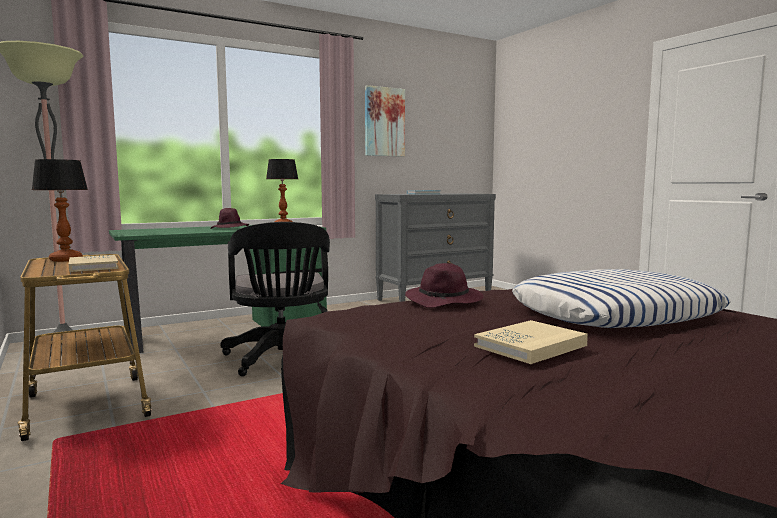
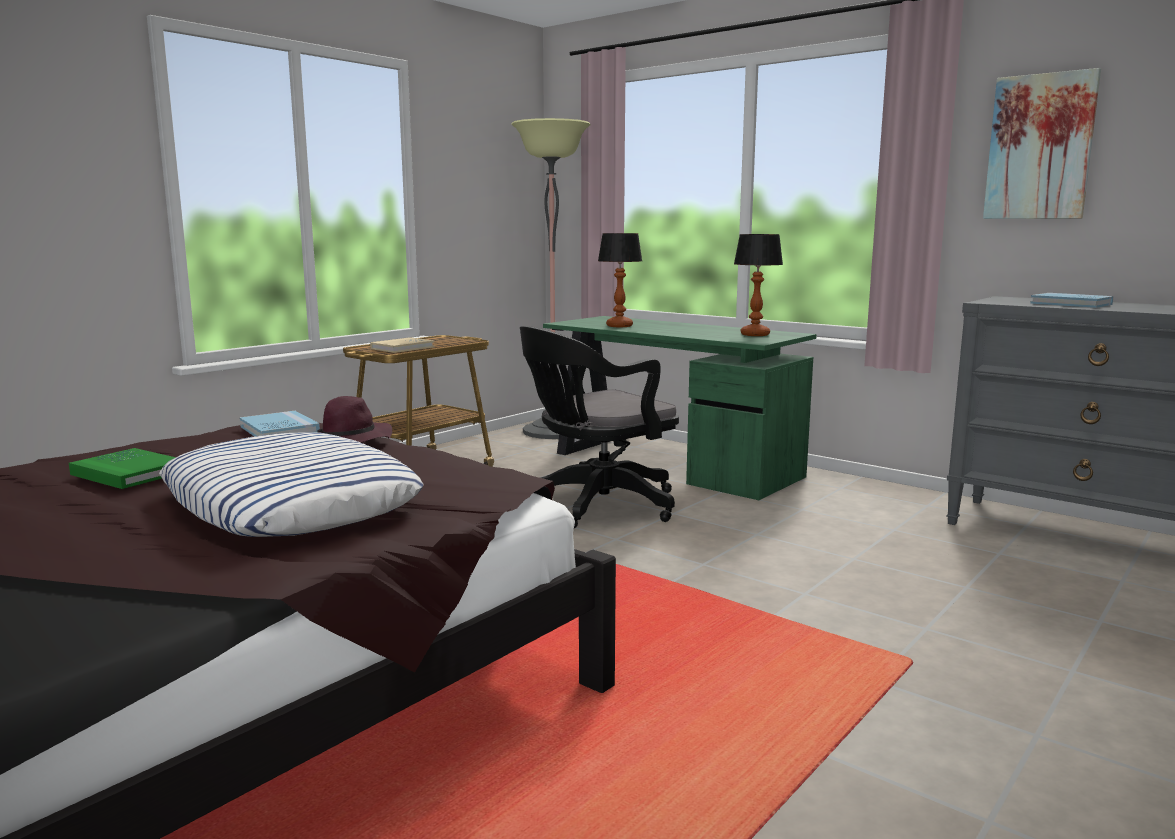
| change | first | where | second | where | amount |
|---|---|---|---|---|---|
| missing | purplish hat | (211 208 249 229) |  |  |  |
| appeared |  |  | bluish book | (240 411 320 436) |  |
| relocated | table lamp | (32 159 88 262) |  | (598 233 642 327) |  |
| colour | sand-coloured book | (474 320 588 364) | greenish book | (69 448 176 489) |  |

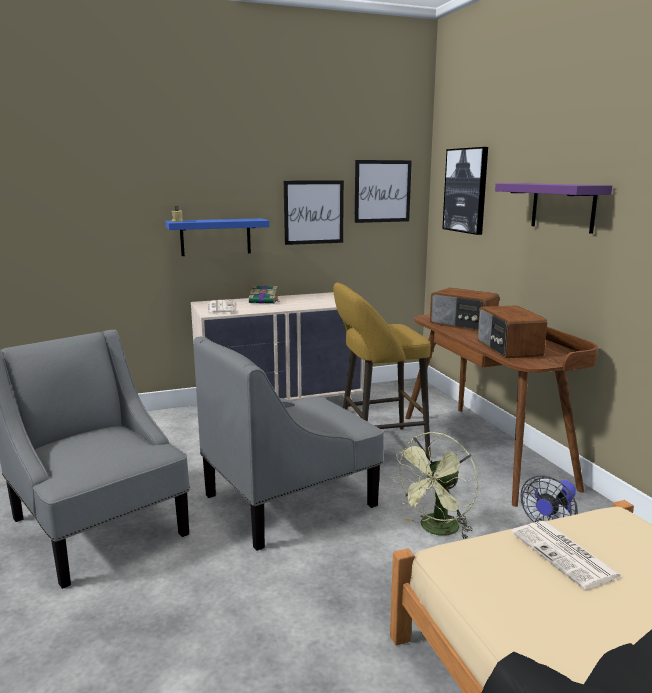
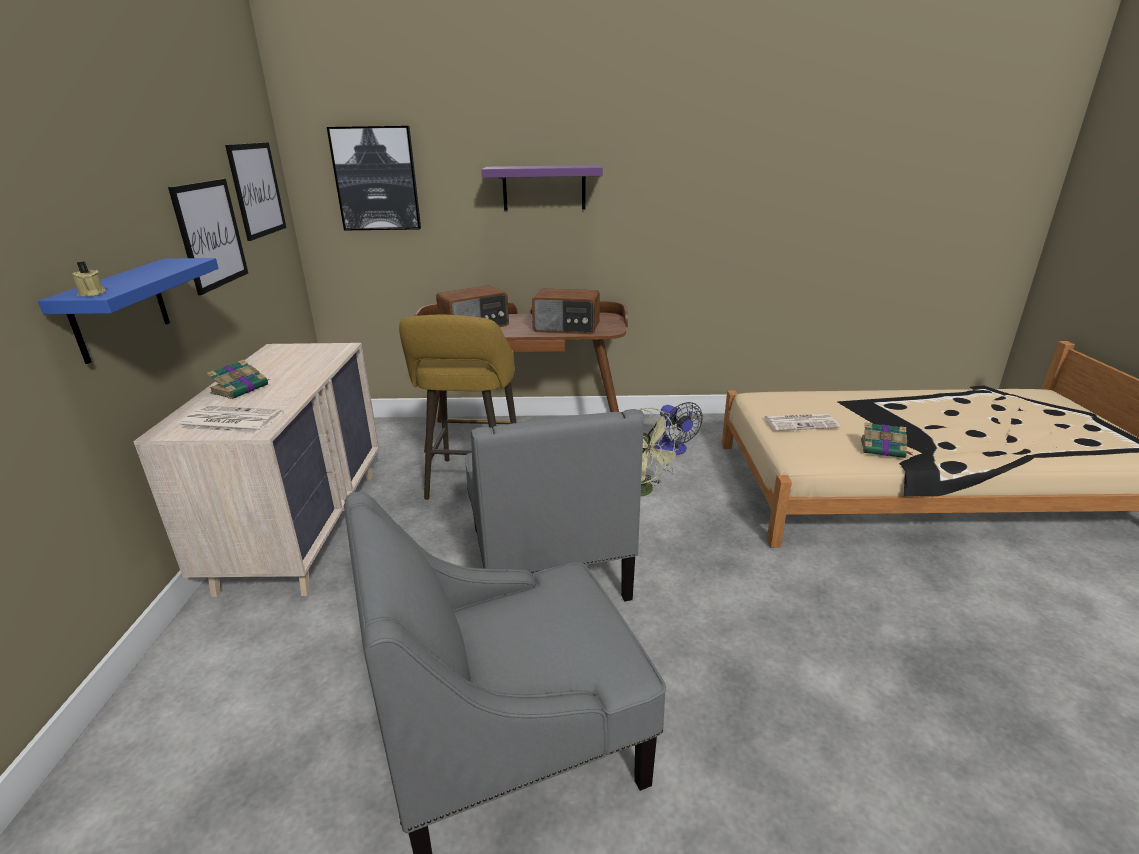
| change | first | where | second | where | amount |
|---|---|---|---|---|---|
| appeared |  |  | book | (861 423 913 458) |  |

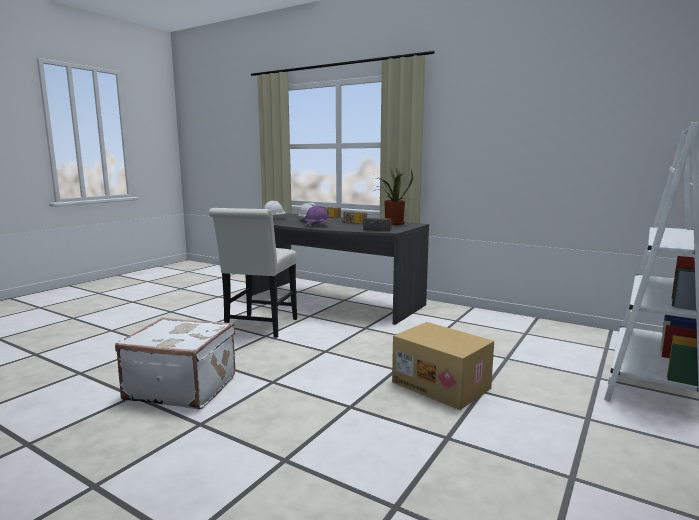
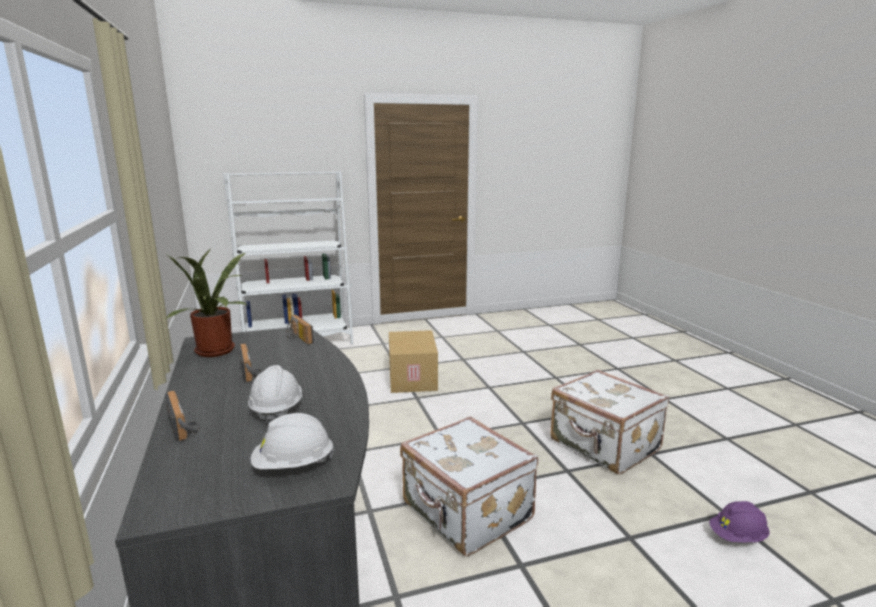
| change | first | where | second | where | amount |
|---|---|---|---|---|---|
| relocated | purplish work helmet | (304 206 332 227) |  | (709 501 770 542) |  |
| exchanged | whitish plain chair | (209 208 297 338) | whitish travel case | (400 416 538 556) |  |

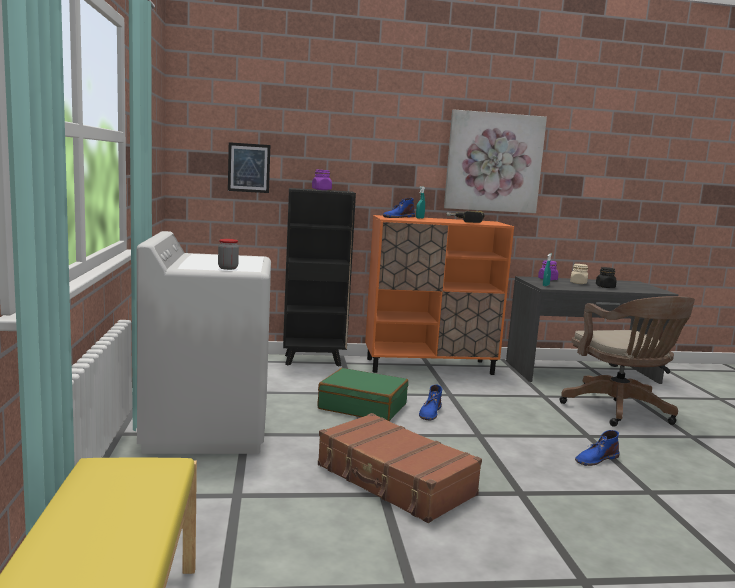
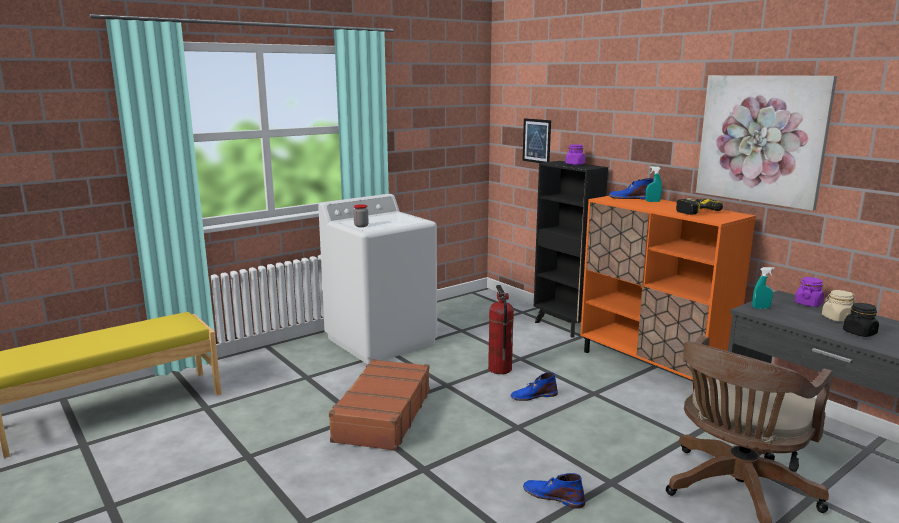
| change | first | where | second | where | amount |
|---|---|---|---|---|---|
| exchanged | greenish travel case | (318 368 409 421) | fire extinguisher | (488 285 514 374) |  |

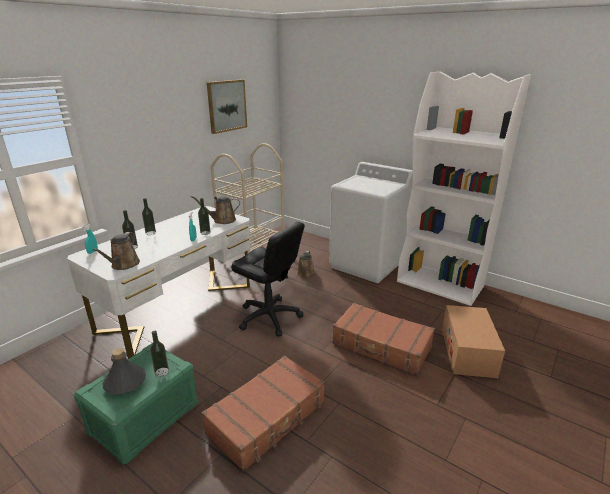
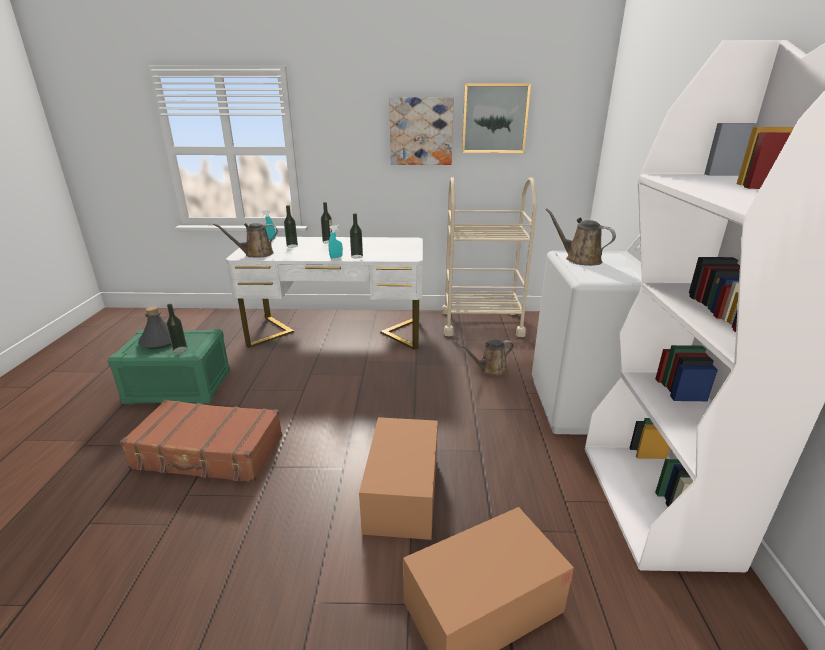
| change | first | where | second | where | amount |
|---|---|---|---|---|---|
| missing | blackish office chair | (231 222 305 337) |  |  |  |
| appeared |  |  | wall art | (389 97 454 165) |  |
| relocated | brown-coloured watering pot | (191 196 240 224) |  | (545 208 616 266) |  |
| exchanged | brown-coloured travel case | (332 303 435 375) | packing box | (359 417 438 540) |  |

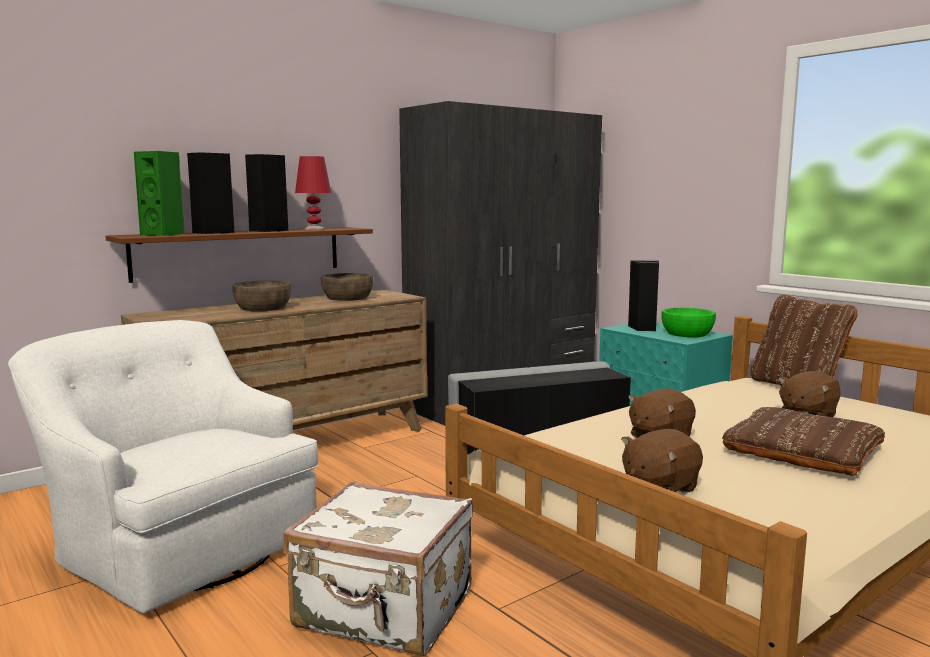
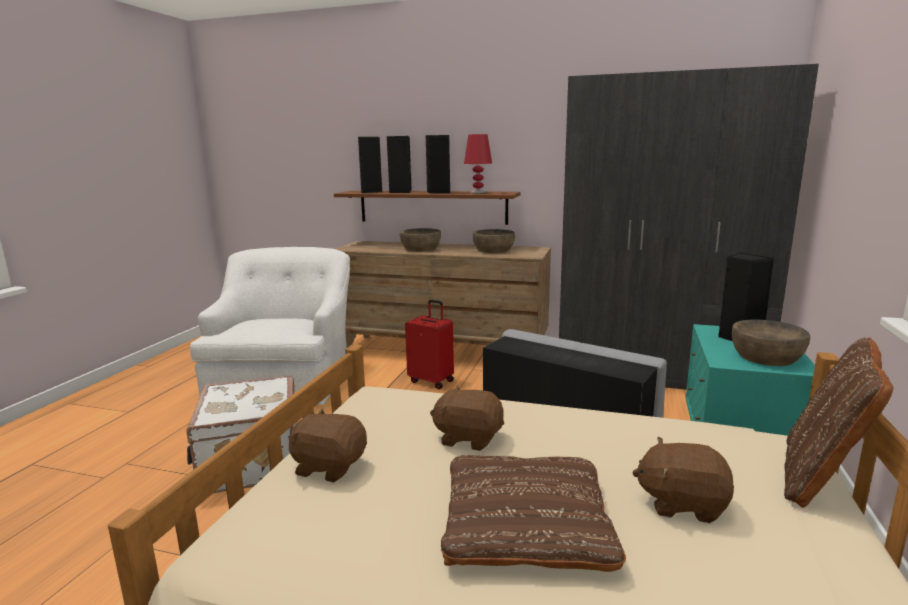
| change | first | where | second | where | amount |
|---|---|---|---|---|---|
| appeared |  |  | reddish travel case | (405 300 454 389) |  |
| colour | greenish loudspeaker | (134 151 185 236) | blackish loudspeaker | (358 137 382 193) |  |
| colour | greenish bowl | (661 308 716 337) | brown-coloured bowl | (732 319 810 366) |  |

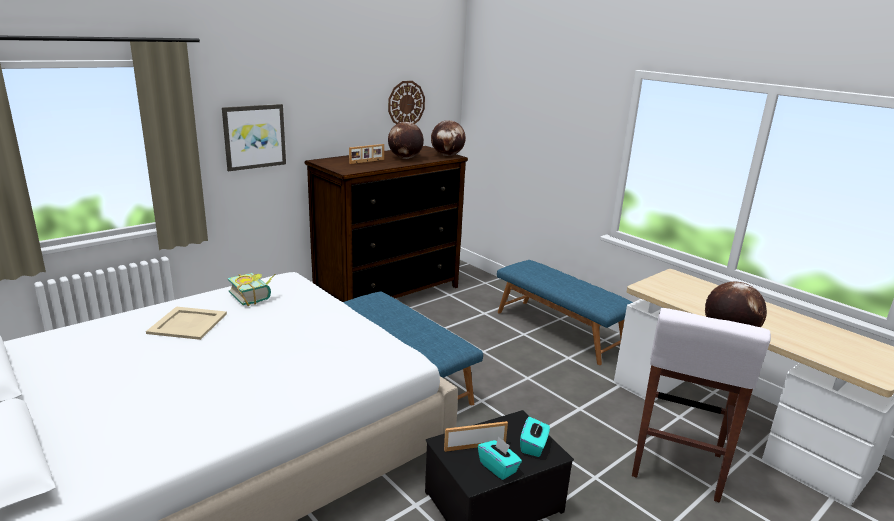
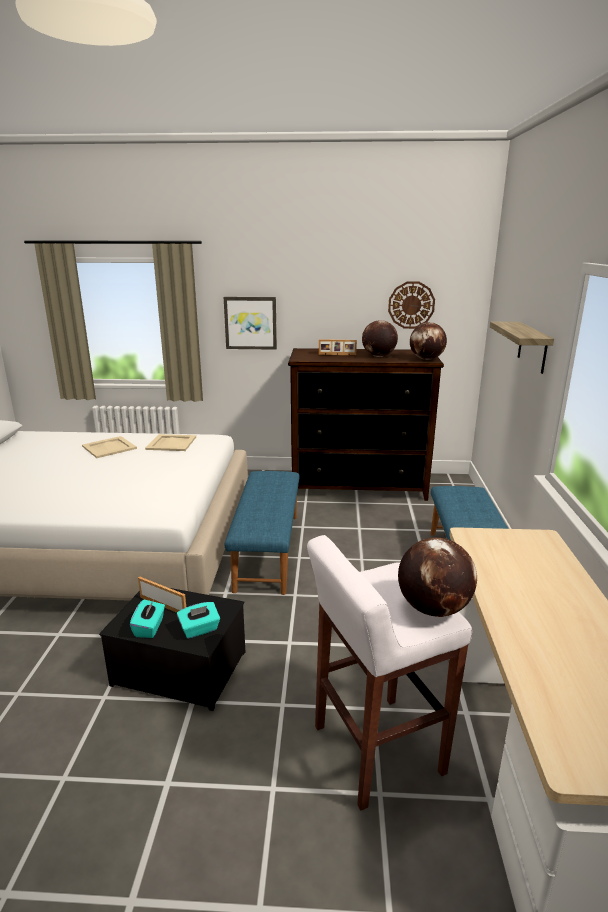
| change | first | where | second | where | amount |
|---|---|---|---|---|---|
| appeared |  |  | shelf | (490 322 554 374) |  |
| exchanged | book | (228 273 276 306) | sand-coloured serving tray | (145 434 196 451) |  |

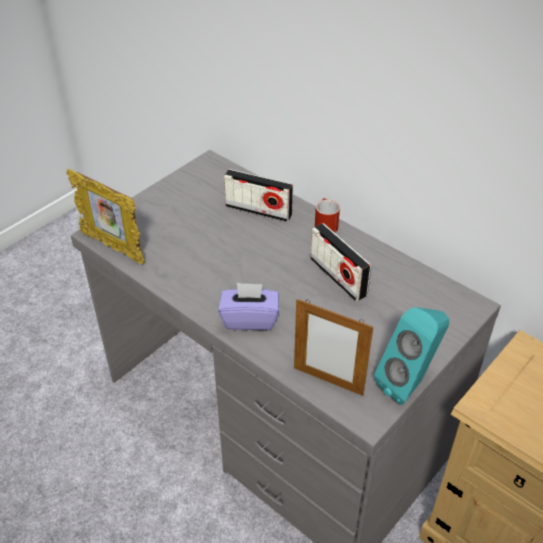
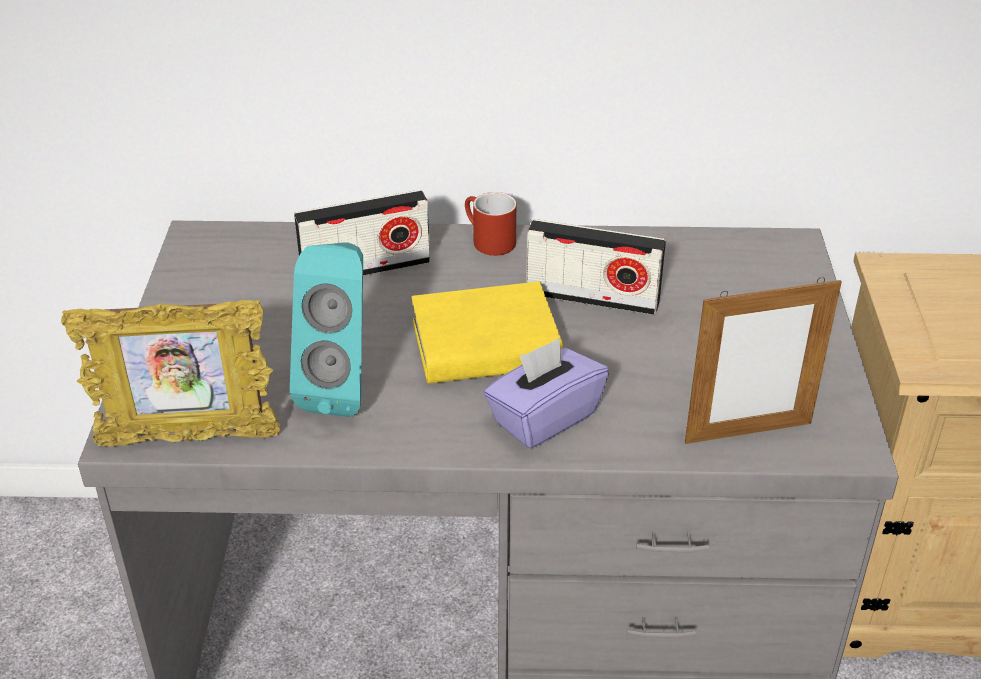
| change | first | where | second | where | amount |
|---|---|---|---|---|---|
| appeared |  |  | yellow-coloured book | (412 281 563 384) |  |
| relocated | turquoise-coloured loudspeaker | (374 307 449 405) |  | (290 242 363 417) |  |

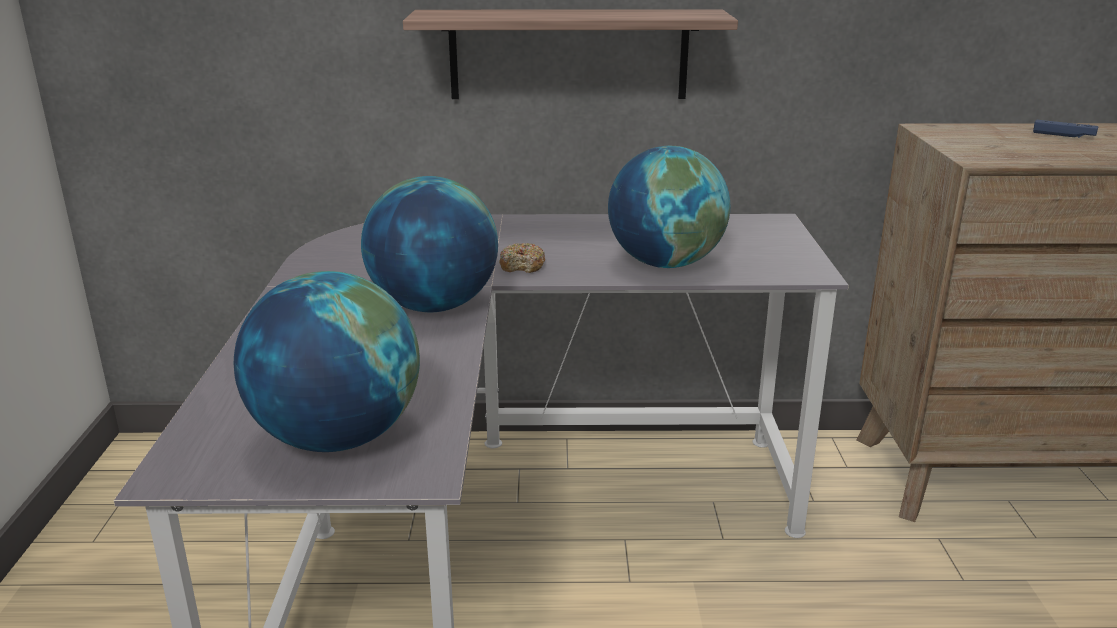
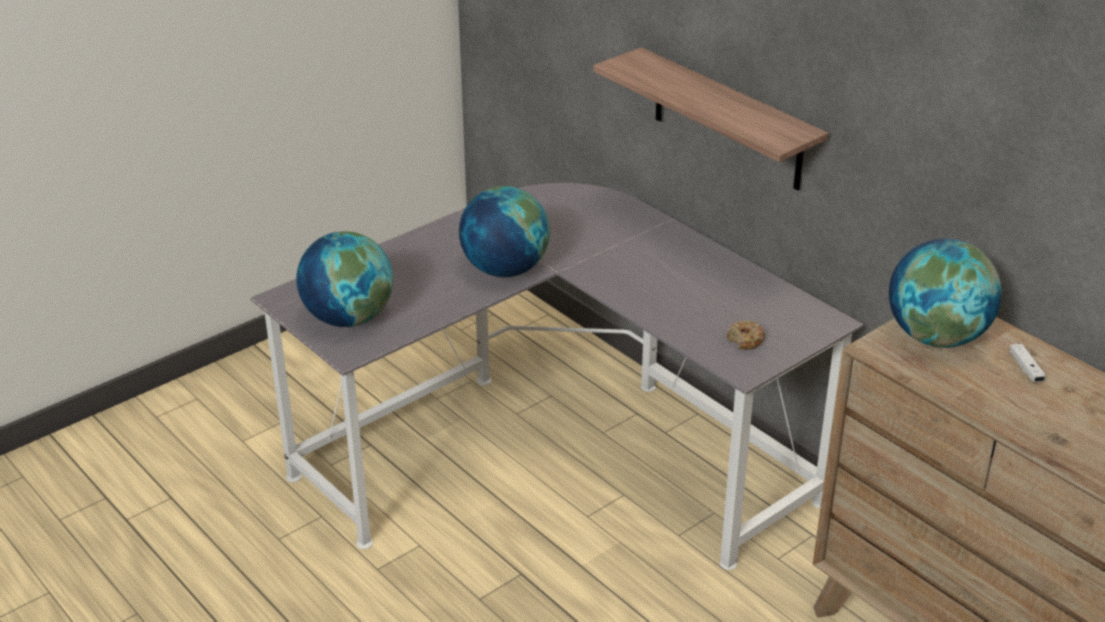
| change | first | where | second | where | amount |
|---|---|---|---|---|---|
| relocated | doughnut | (499 243 545 273) |  | (727 320 765 350) |  |
| relocated | globe | (608 146 730 268) |  | (889 239 1002 348) |  |
| colour | bluish game controller | (1033 120 1098 138) | whitish game controller | (1009 344 1046 382) |  |

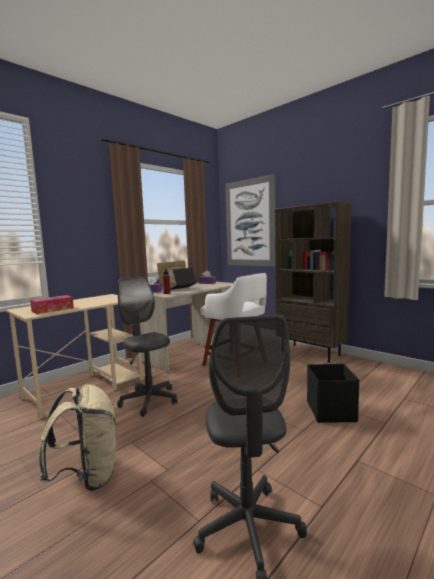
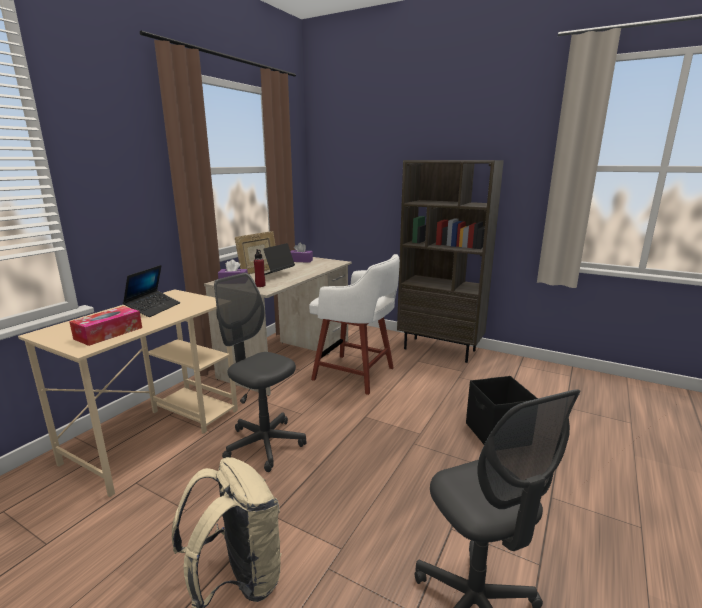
| change | first | where | second | where | amount |
|---|---|---|---|---|---|
| missing | wall art | (225 174 276 267) |  |  |  |
| appeared |  |  | laptop | (123 265 180 317) |  |

